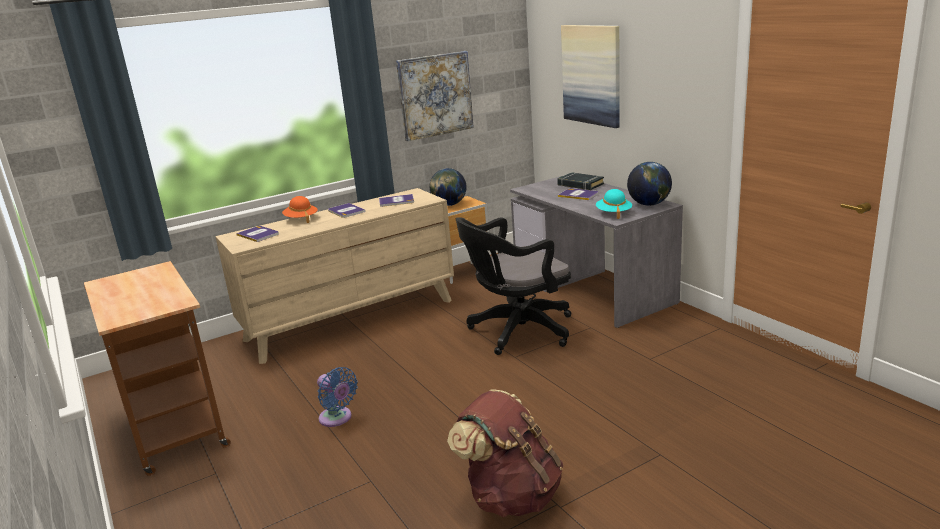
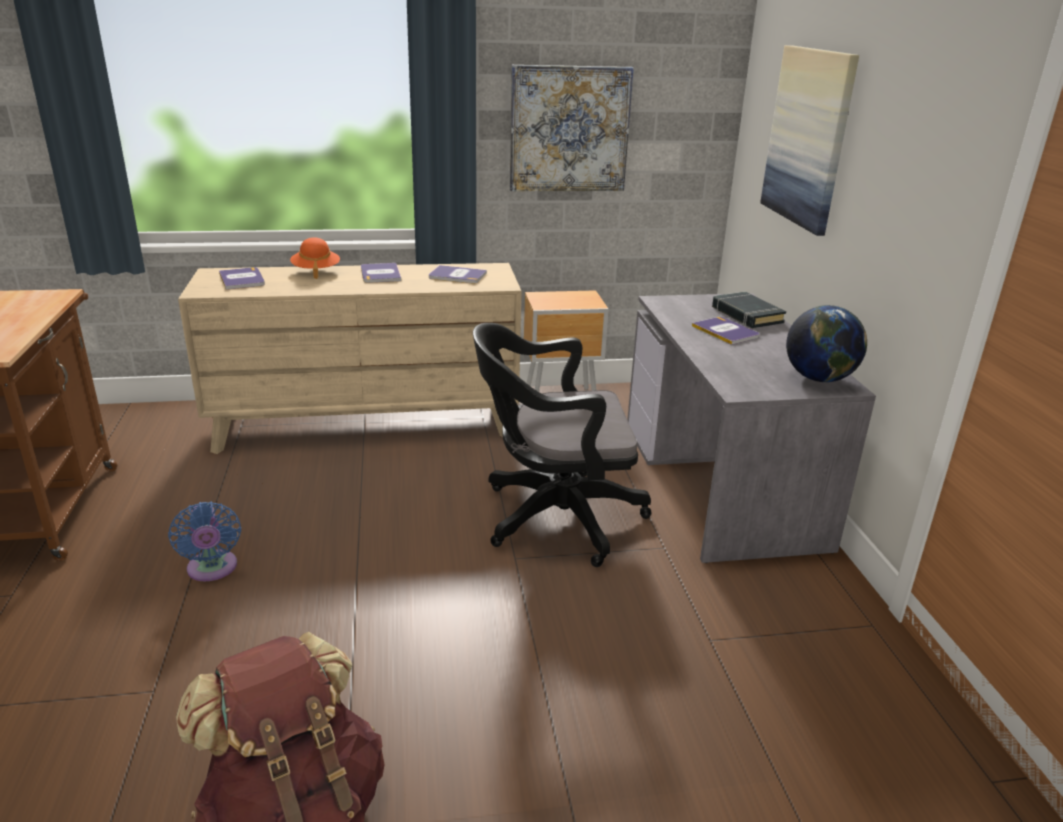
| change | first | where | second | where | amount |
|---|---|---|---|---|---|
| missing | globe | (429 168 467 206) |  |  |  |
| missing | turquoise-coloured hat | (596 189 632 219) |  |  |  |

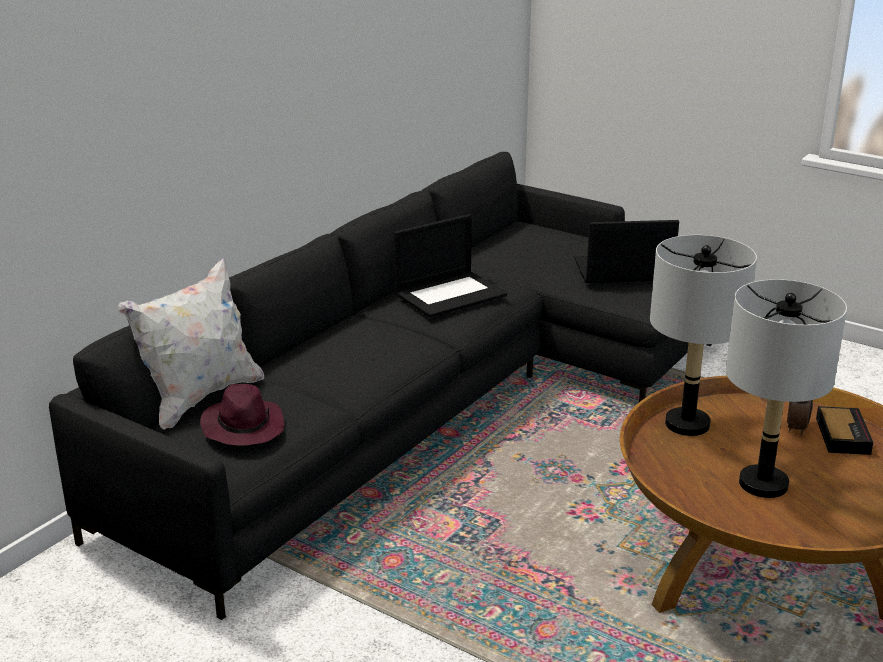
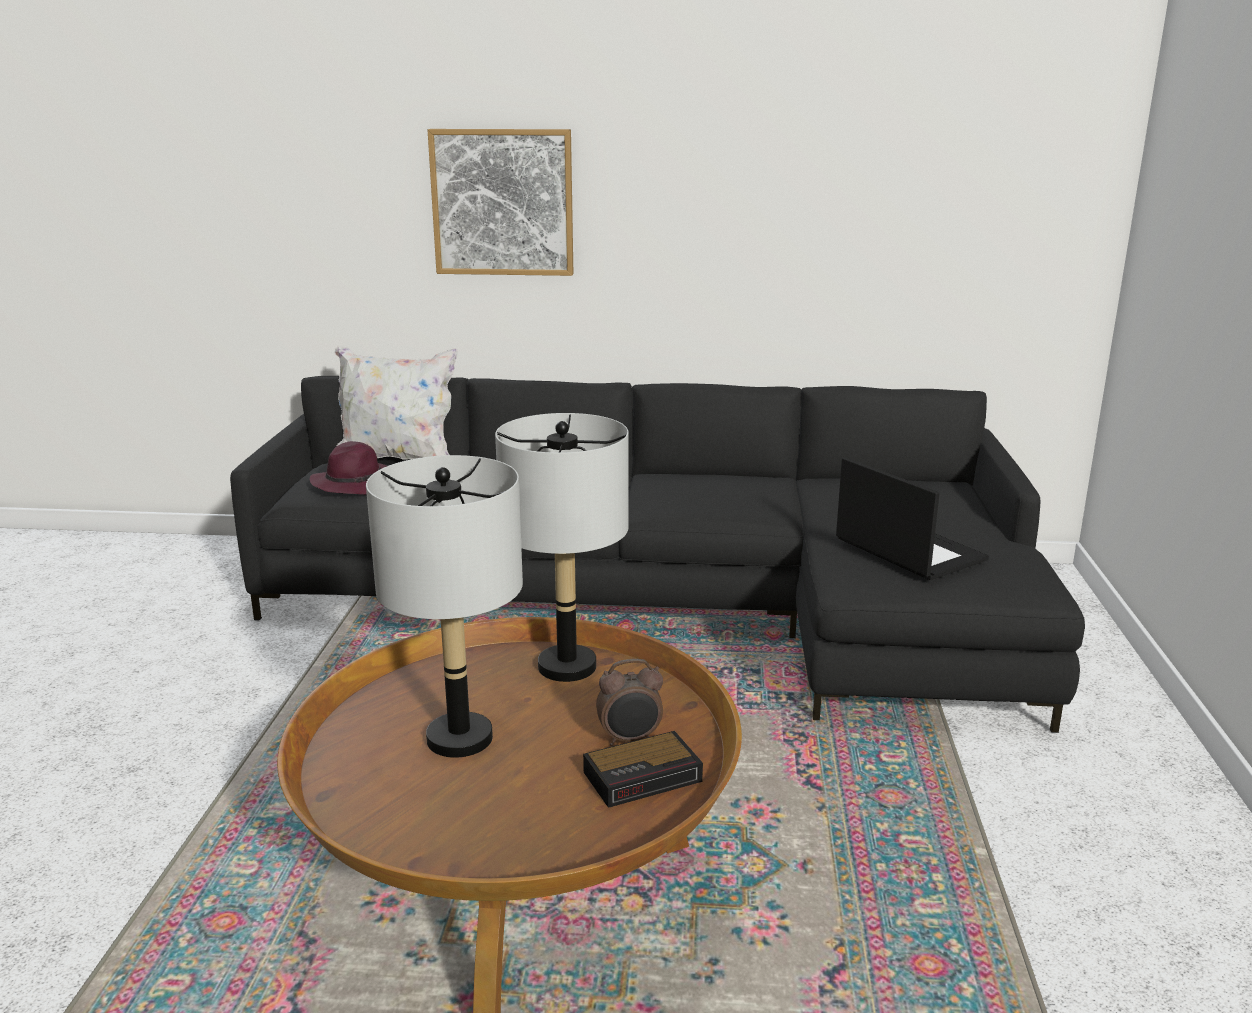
| change | first | where | second | where | amount |
|---|---|---|---|---|---|
| missing | laptop | (393 214 507 318) |  |  |  |
| appeared |  |  | wall art | (428 129 573 276) |  |

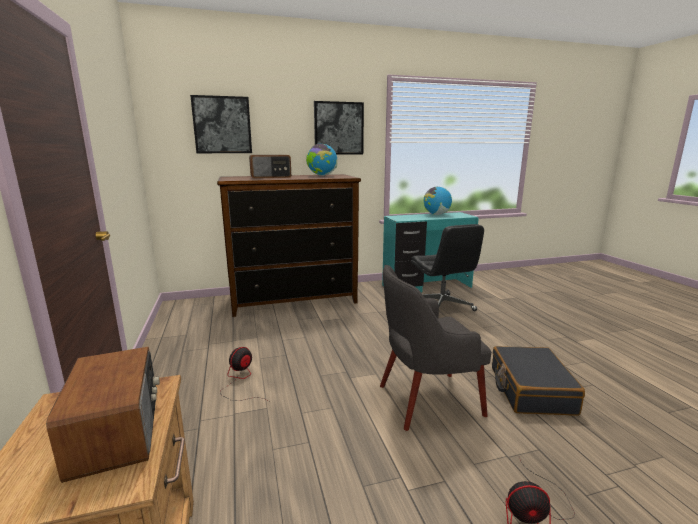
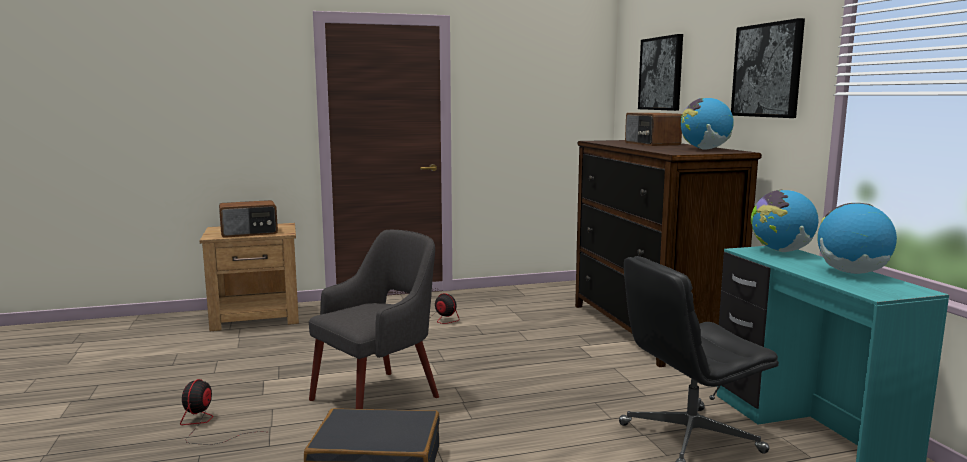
| change | first | where | second | where | amount |
|---|---|---|---|---|---|
| appeared |  |  | globe | (751 189 818 252) |  |
| spun | greyish armchair | (380 265 491 431) |  | (309 230 439 409) | 60 degrees clockwise |

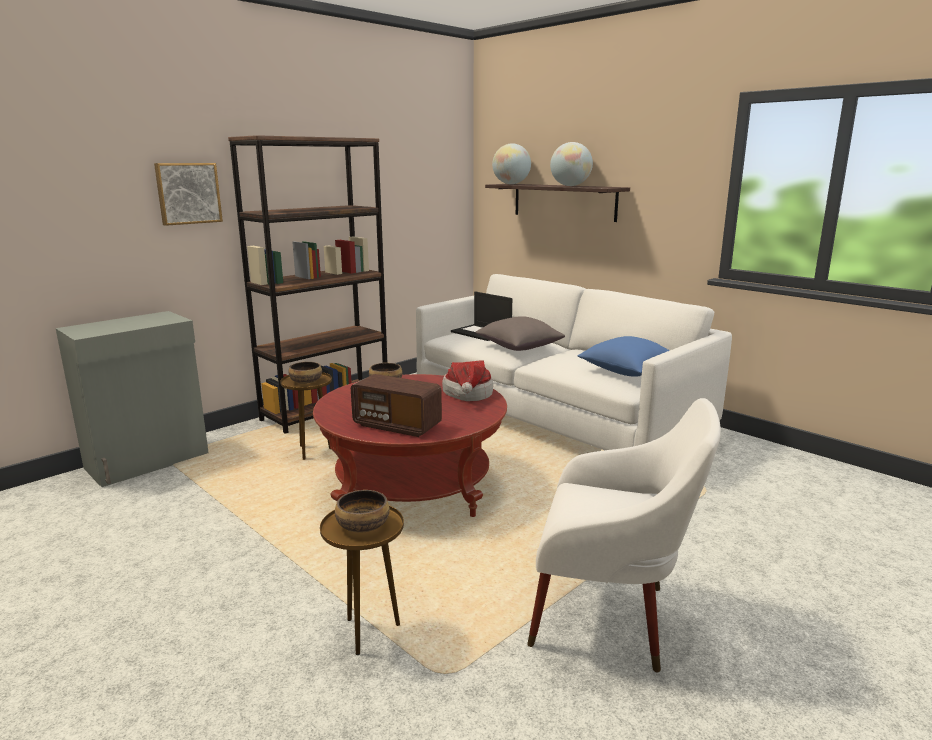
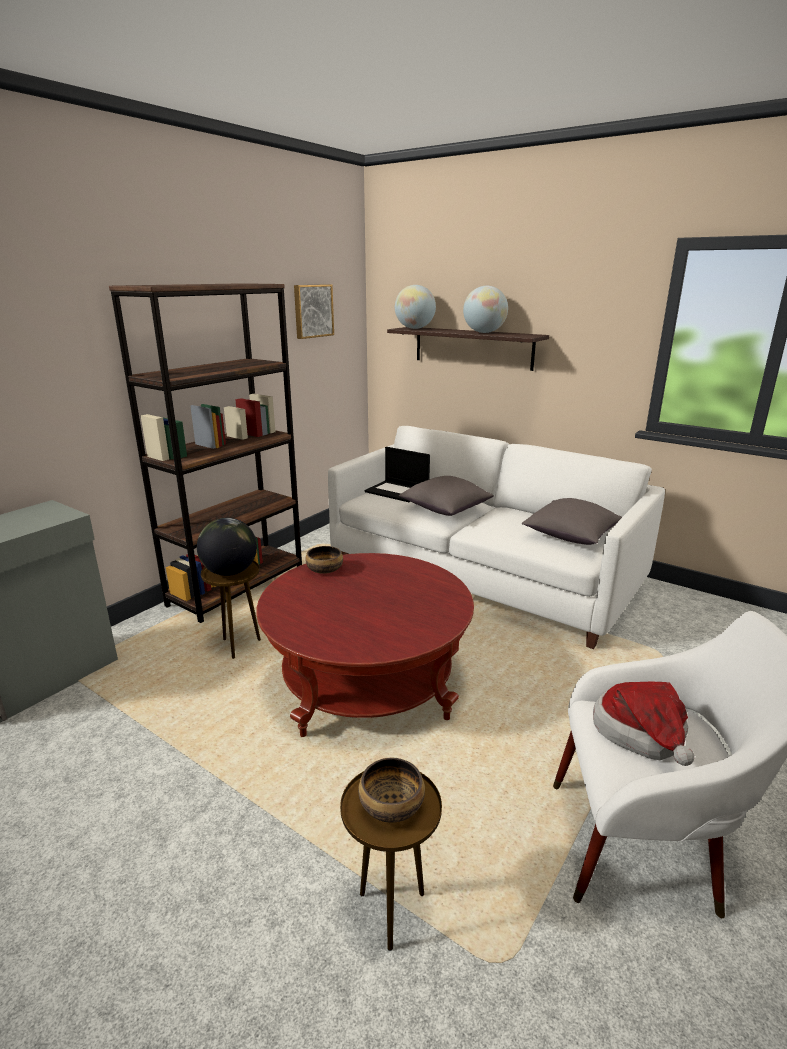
| change | first | where | second | where | amount |
|---|---|---|---|---|---|
| missing | radio | (351 374 442 437) |  |  |  |
| relocated | wall art | (154 163 223 226) |  | (294 284 334 339) |  |
| relocated | hat | (442 360 493 401) |  | (593 682 694 766) |  |
| exchanged | bowl | (289 362 322 384) | globe | (197 518 257 576) |  |
| colour | bluish cushion | (578 336 670 377) | greyish cushion | (522 498 622 545) |  |

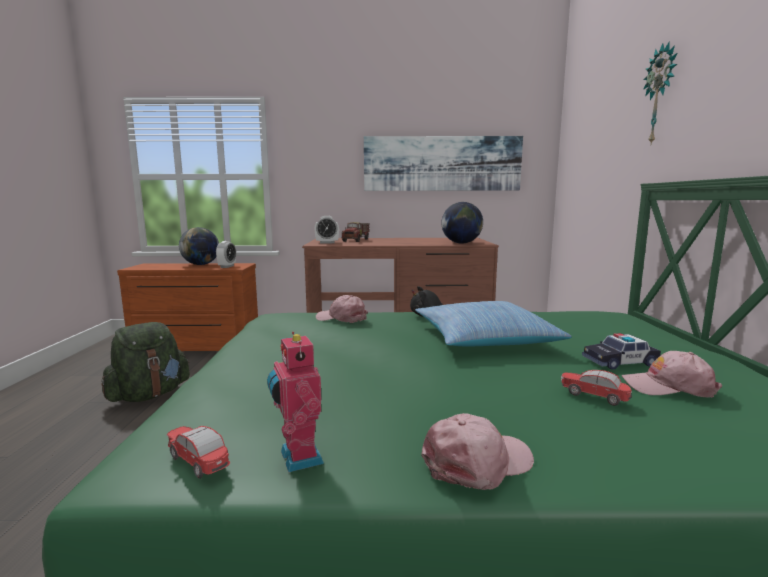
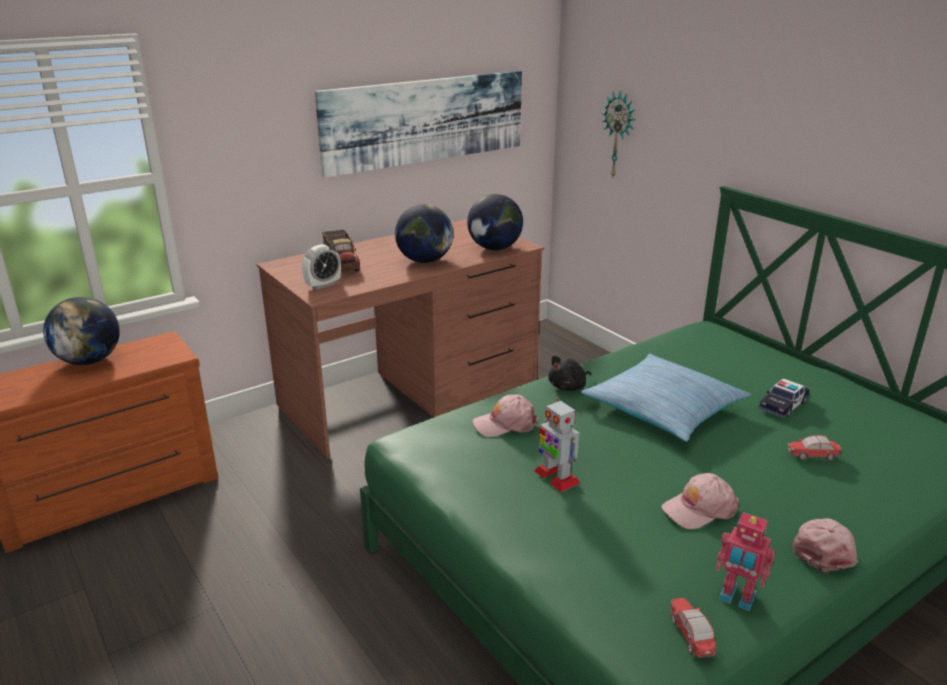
| change | first | where | second | where | amount |
|---|---|---|---|---|---|
| missing | greenish backpack | (101 322 190 402) |  |  |  |
| missing | alarm clock | (216 241 236 268) |  |  |  |
| appeared |  |  | globe | (395 204 453 263) |  |
| appeared |  |  | toy robot | (534 398 580 492) |  |
| relocated | pink peaked cap | (622 351 722 398) |  | (661 473 739 529) |  |
| relocated | clock on the wall | (643 41 677 144) |  | (601 91 636 177) |  |
| spun | toy car | (166 426 230 479) |  | (670 598 716 658) | 75 degrees clockwise |

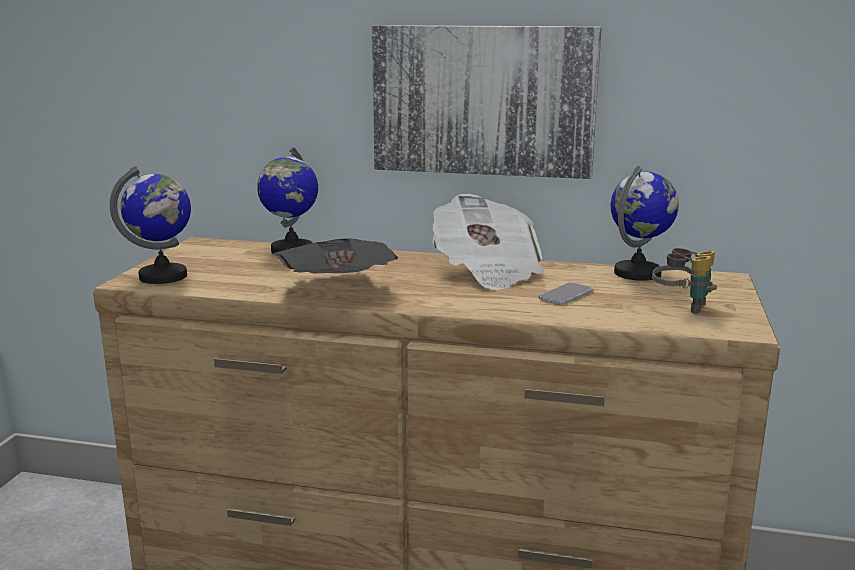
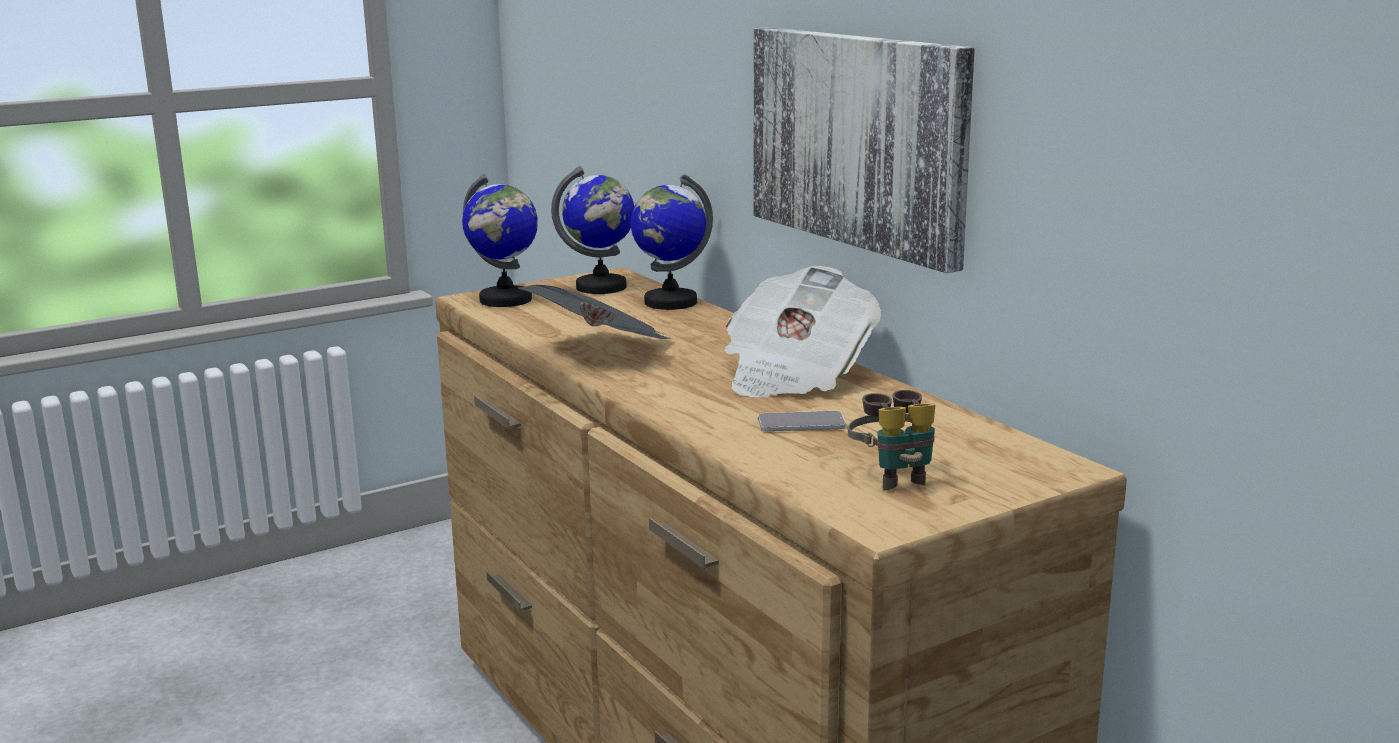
| change | first | where | second | where | amount |
|---|---|---|---|---|---|
| relocated | globe | (610 166 679 281) |  | (551 166 634 294) |  |

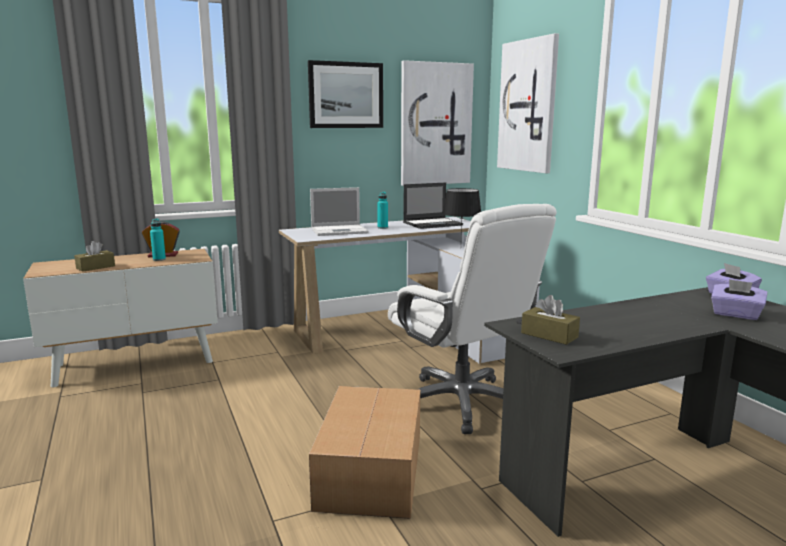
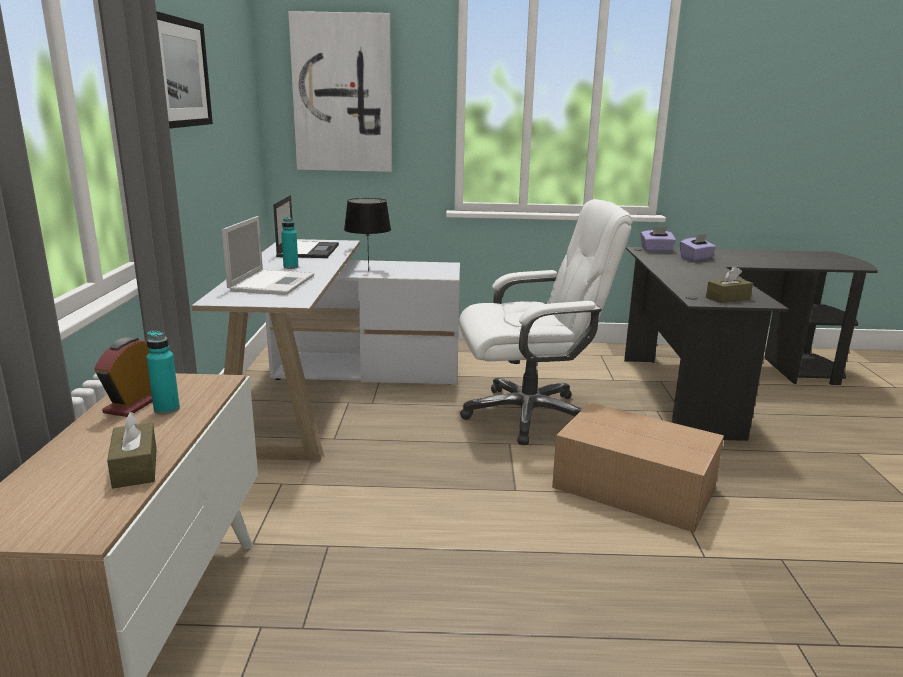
| change | first | where | second | where | amount |
|---|---|---|---|---|---|
| missing | wall art | (401 60 474 186) |  |  |  |

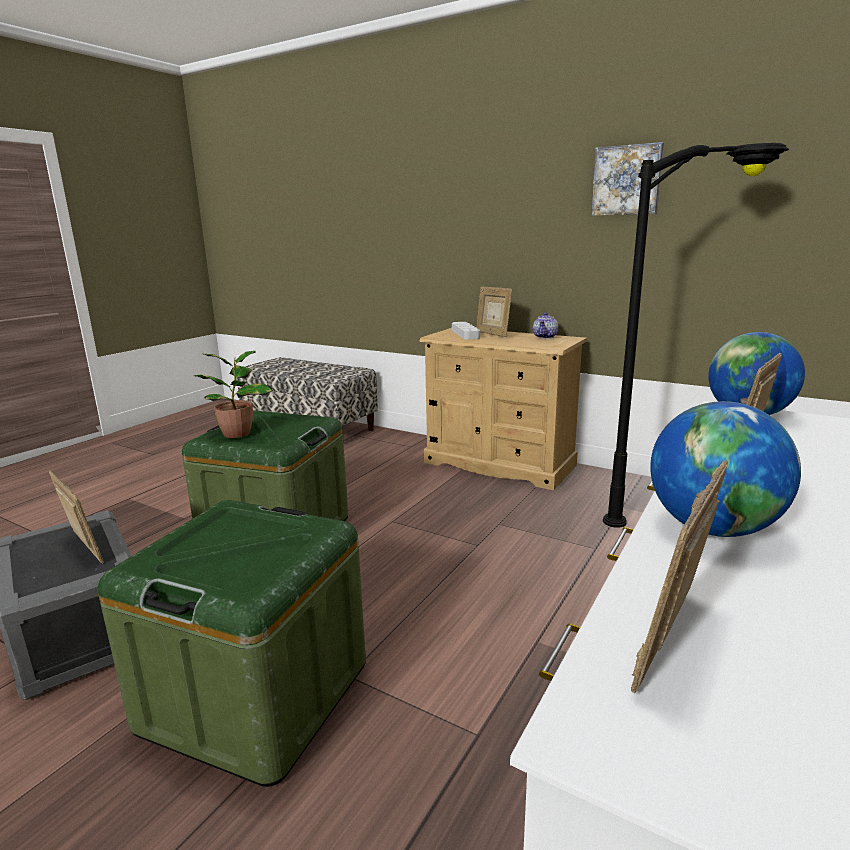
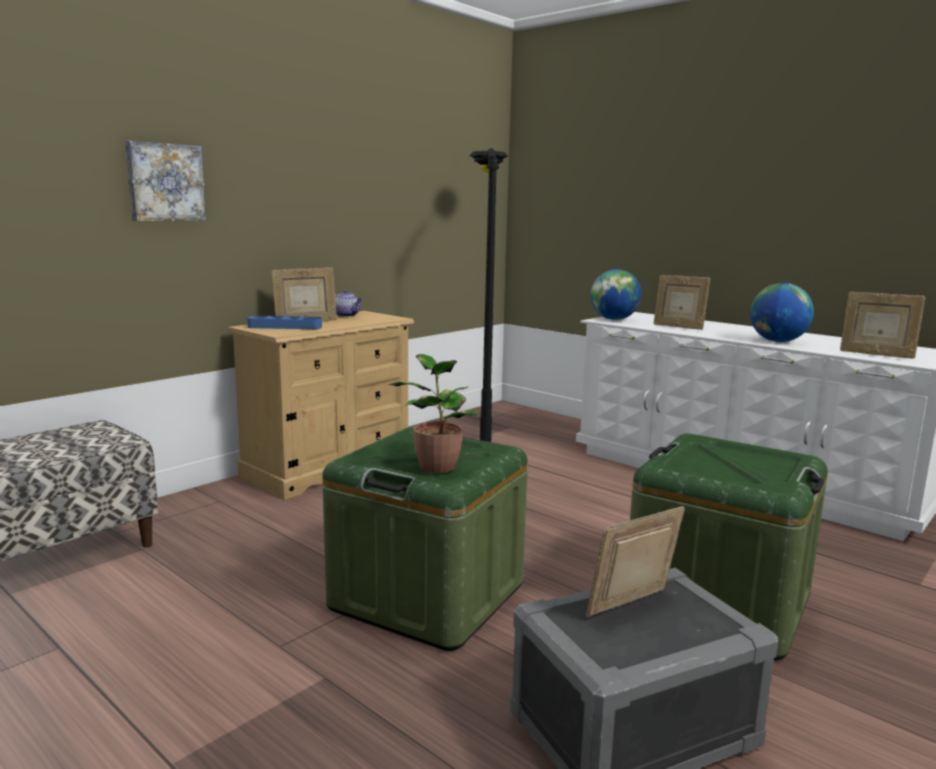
| change | first | where | second | where | amount |
|---|---|---|---|---|---|
| relocated | wall art | (591 142 664 216) |  | (125 141 207 221) |  |
| colour | greyish serving tray | (452 322 480 340) | bluish serving tray | (247 316 322 329) |  |

